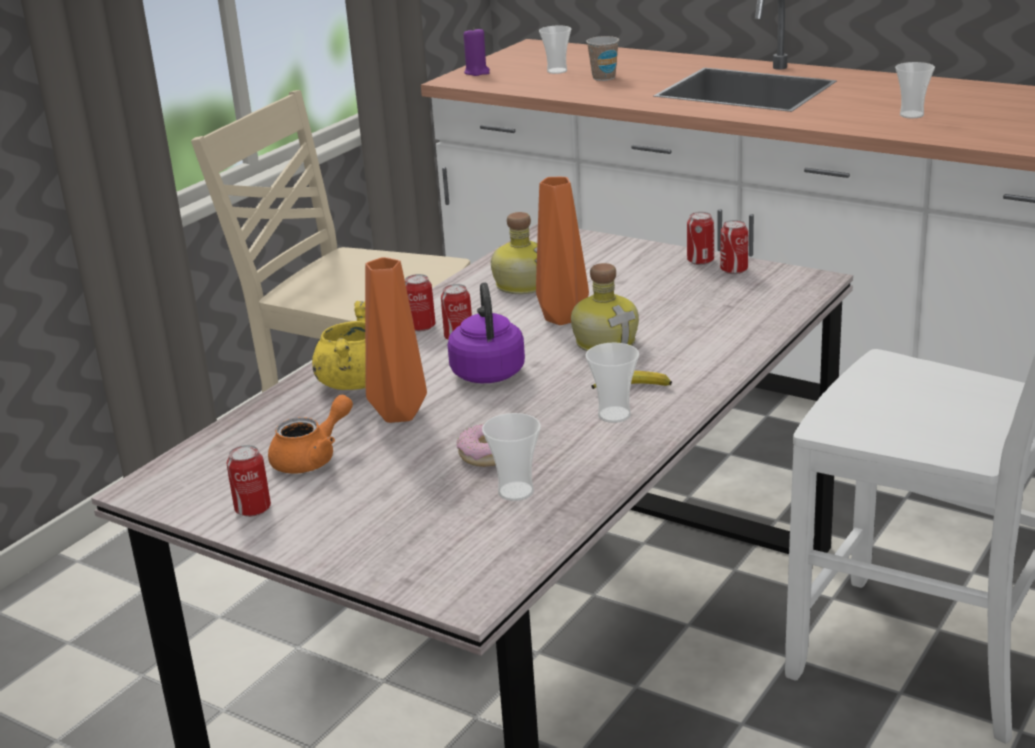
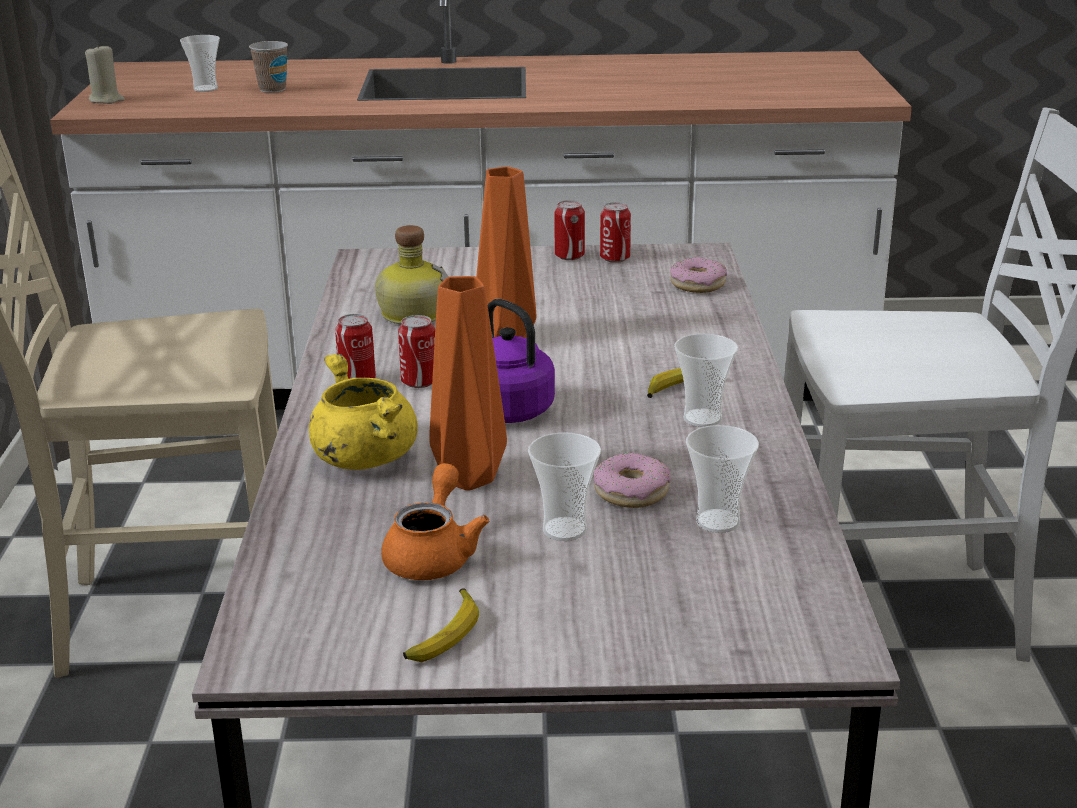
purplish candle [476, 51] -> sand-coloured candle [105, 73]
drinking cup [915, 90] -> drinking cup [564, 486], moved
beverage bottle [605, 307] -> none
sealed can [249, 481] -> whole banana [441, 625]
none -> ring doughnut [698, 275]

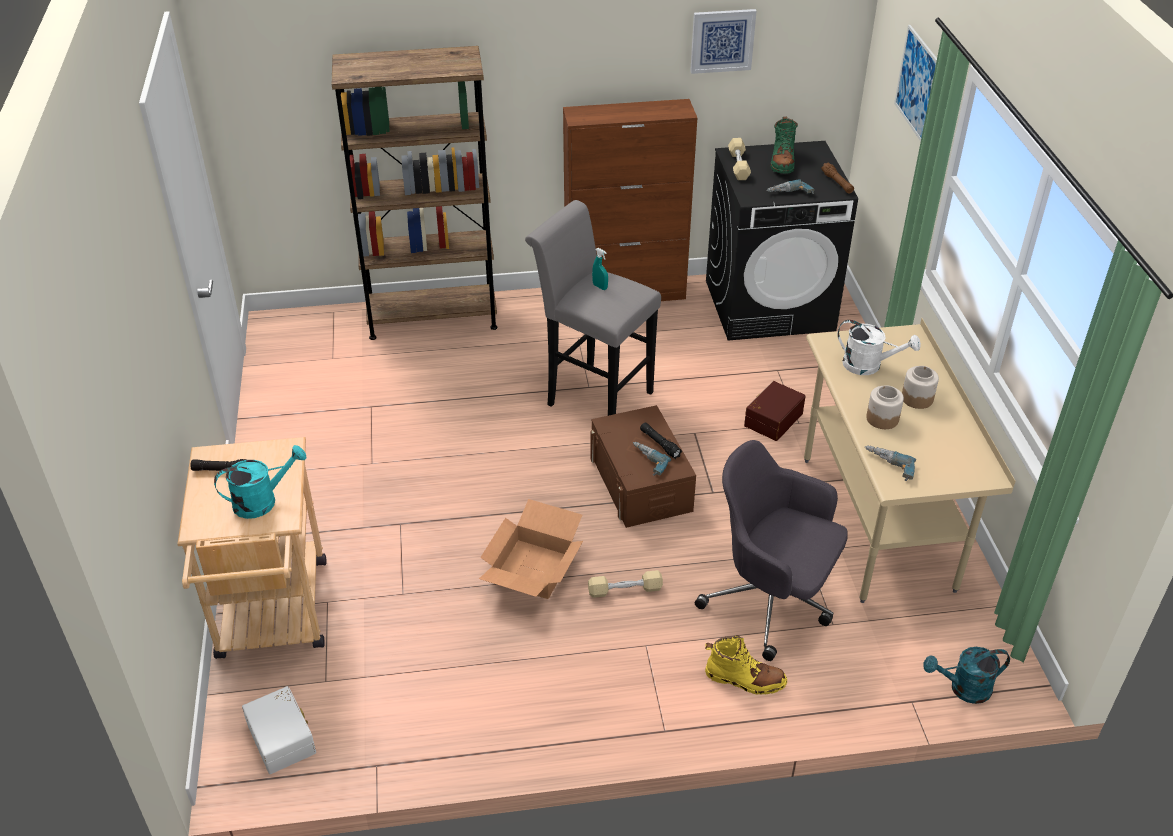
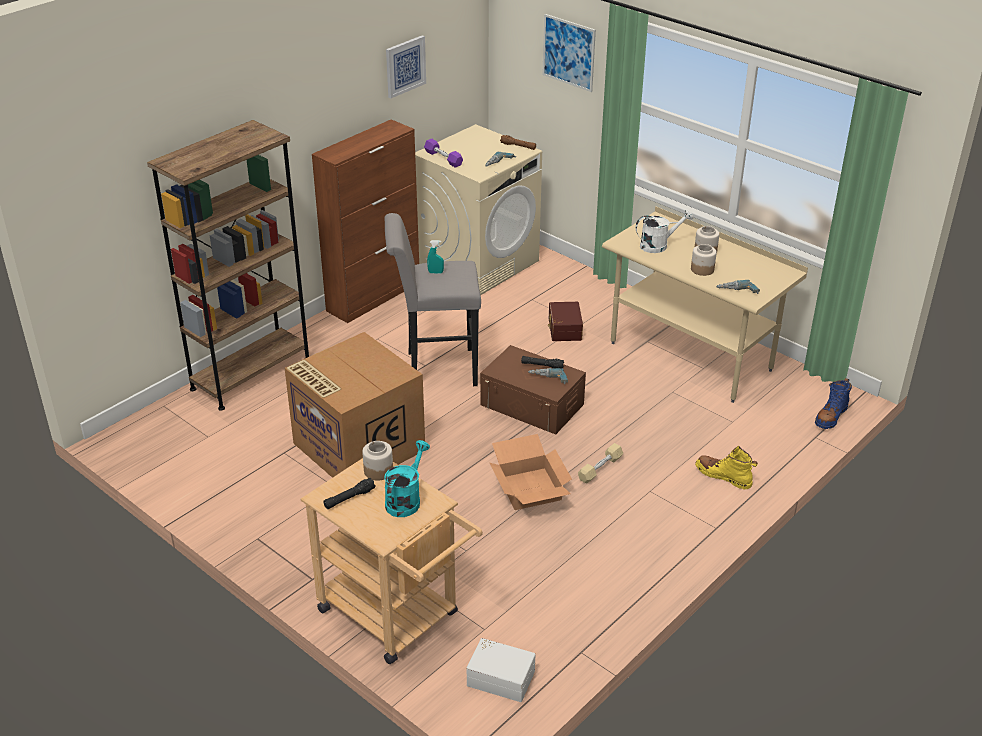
green high-top boot [784, 144] -> none
sand-coloured free weight [739, 159] -> purplish free weight [443, 153]
black laundry appliance [782, 241] -> sand-coloured laundry appliance [478, 209]
greyish office chair [771, 550] -> none
yellow-coloured high-top boot [746, 665] -> yellow-coloured high-top boot [726, 467], 120 degrees counterclockwise
turquoise watering pot [966, 675] -> bluish high-top boot [833, 403]
none -> cardboard box [355, 405]
none -> storage jar [377, 461]

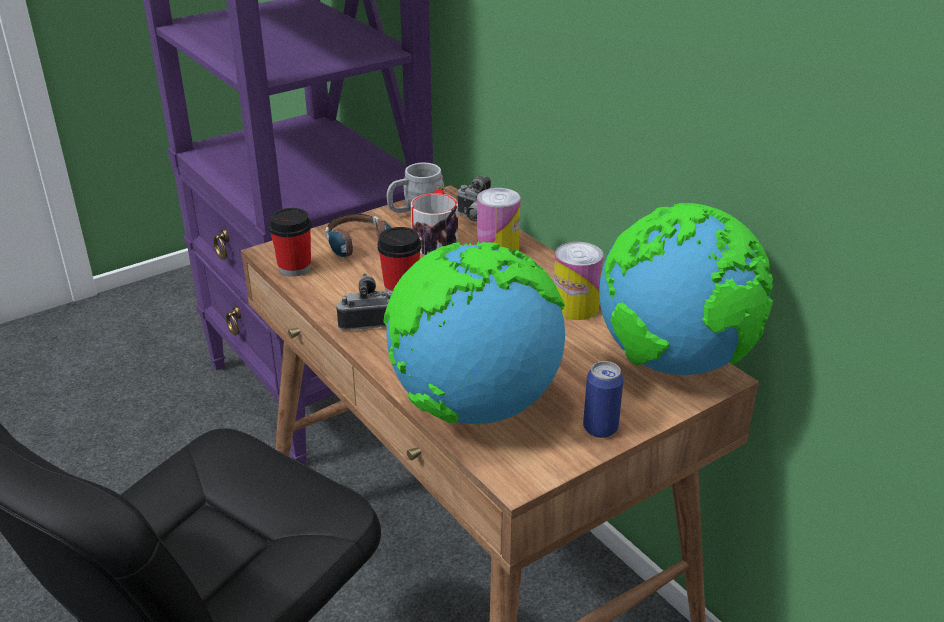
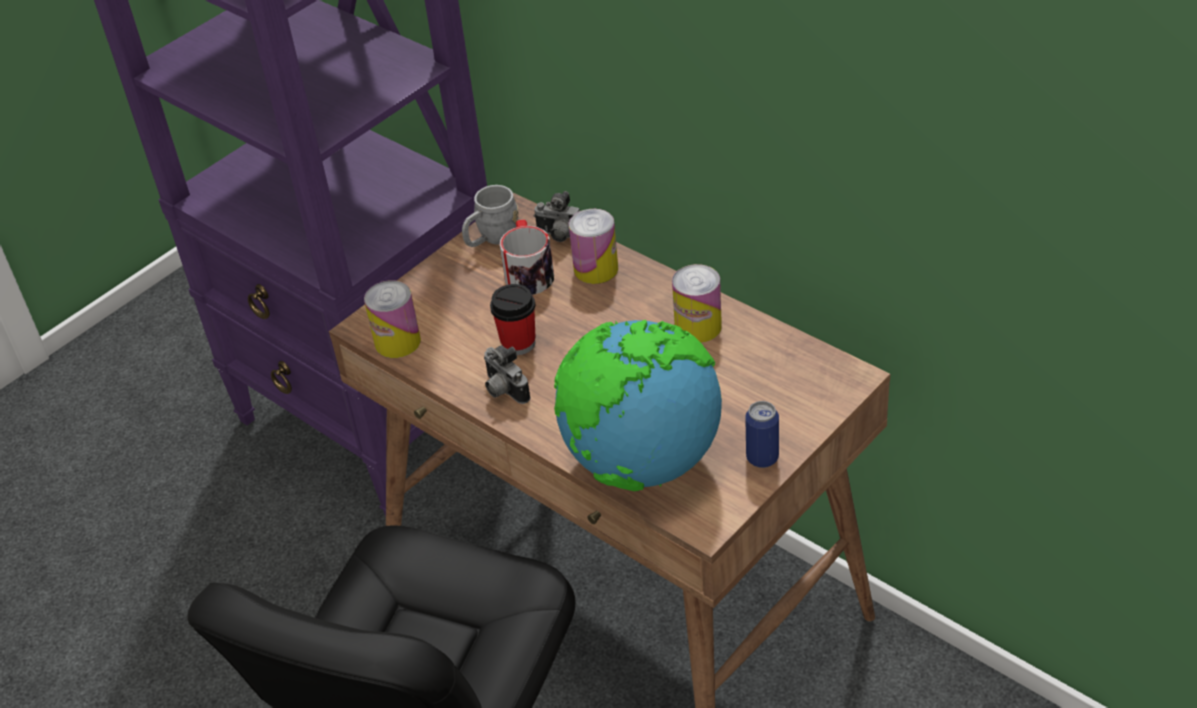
globe [686, 289] -> none
drinking cup [290, 242] -> sealed can [392, 319]
headphones [358, 237] -> none
still camera [364, 301] -> still camera [507, 375], 105 degrees counterclockwise

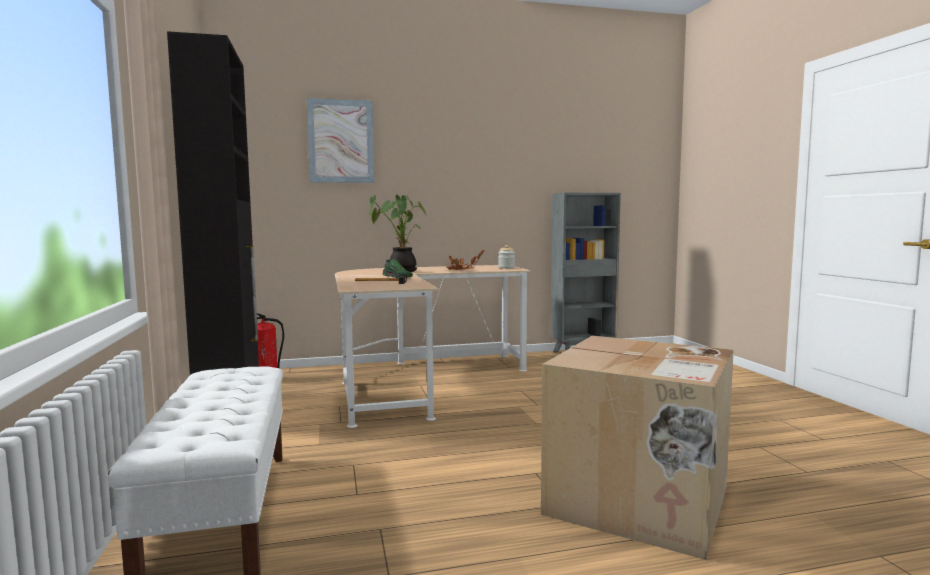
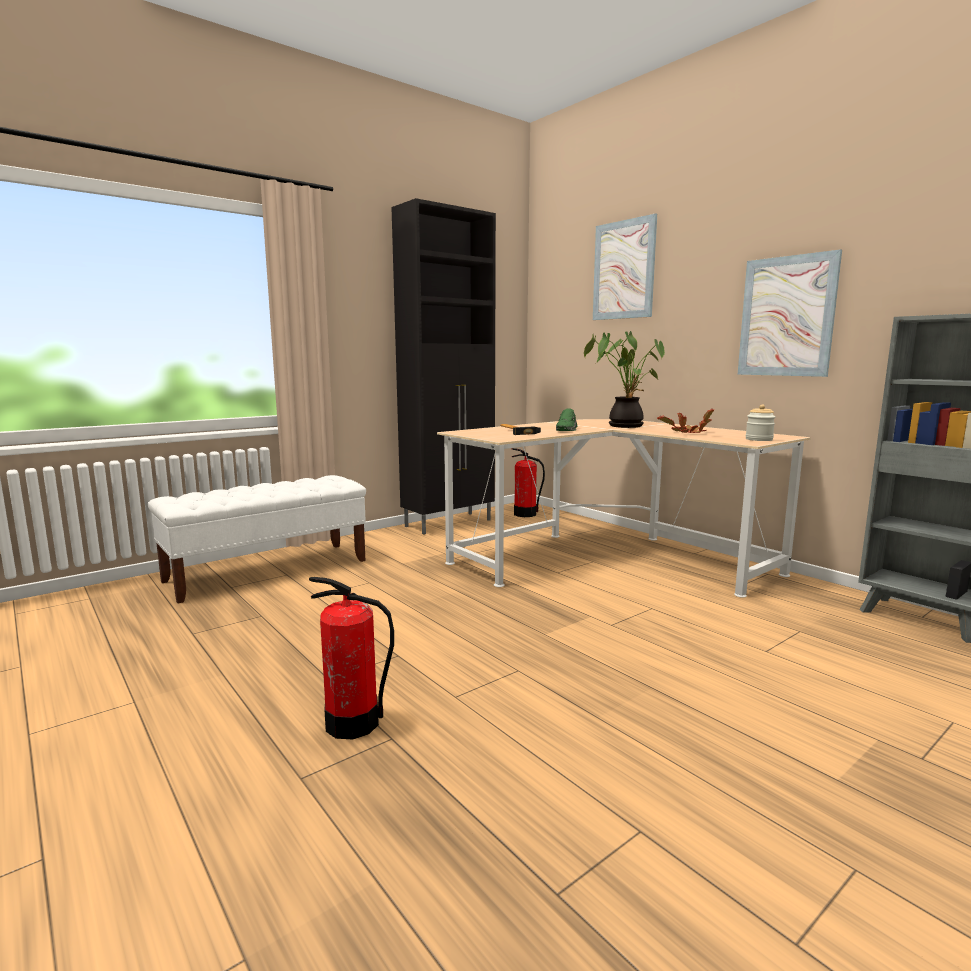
cardboard box [637, 448] -> extinguisher [351, 658]
none -> wall art [790, 313]

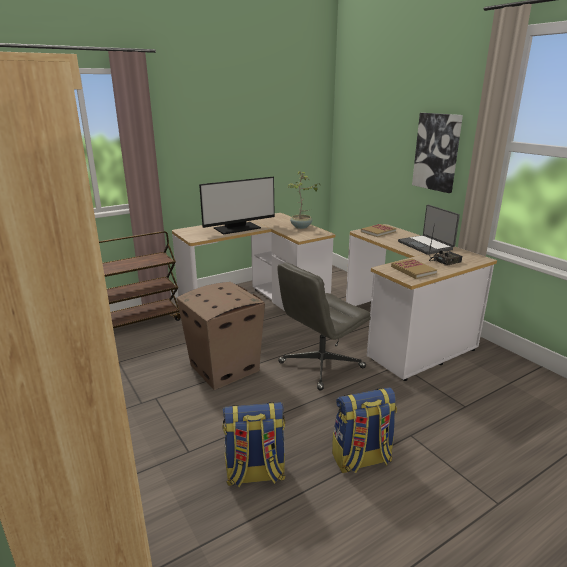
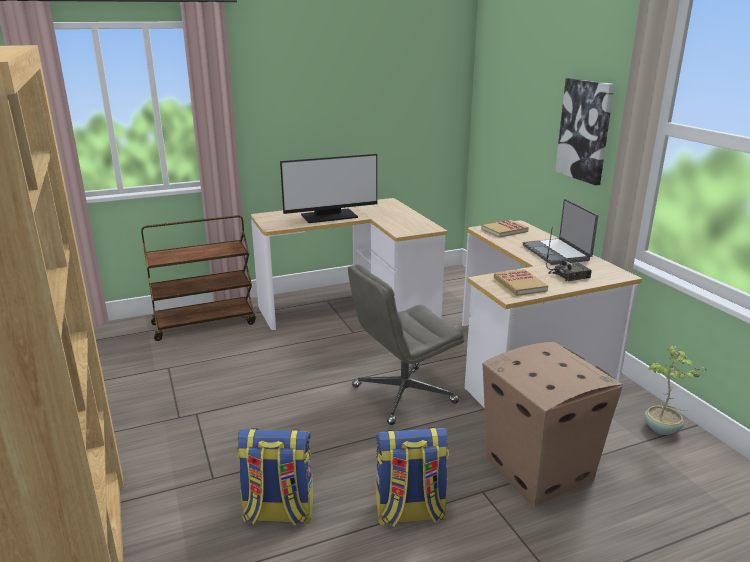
plant in a pot [303, 200] -> plant in a pot [675, 390], moved
cardboard box [221, 336] -> cardboard box [553, 424], moved

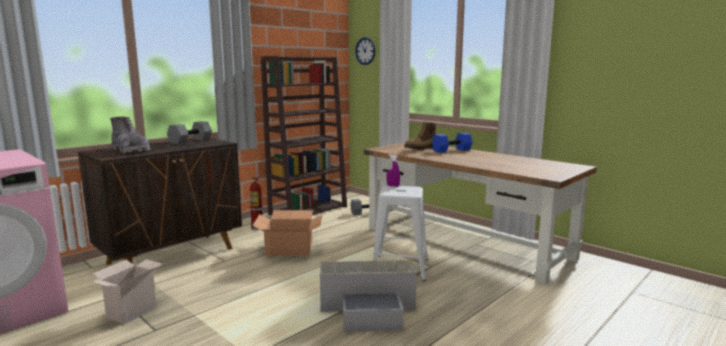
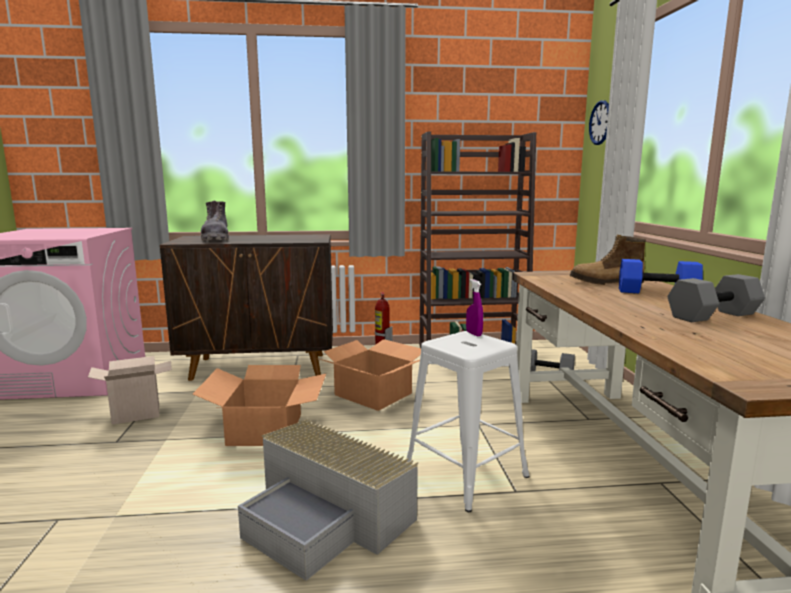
greyish free weight [189, 133] -> greyish free weight [716, 298], moved
none -> cardboard box [259, 405]

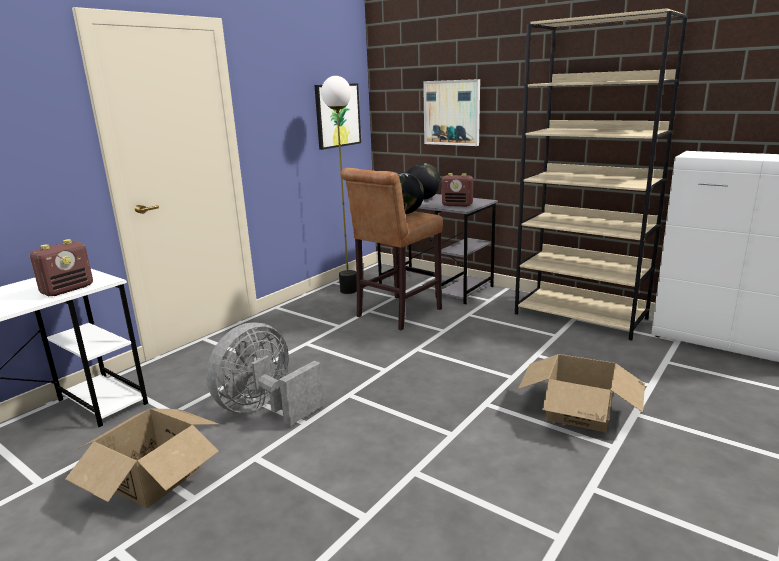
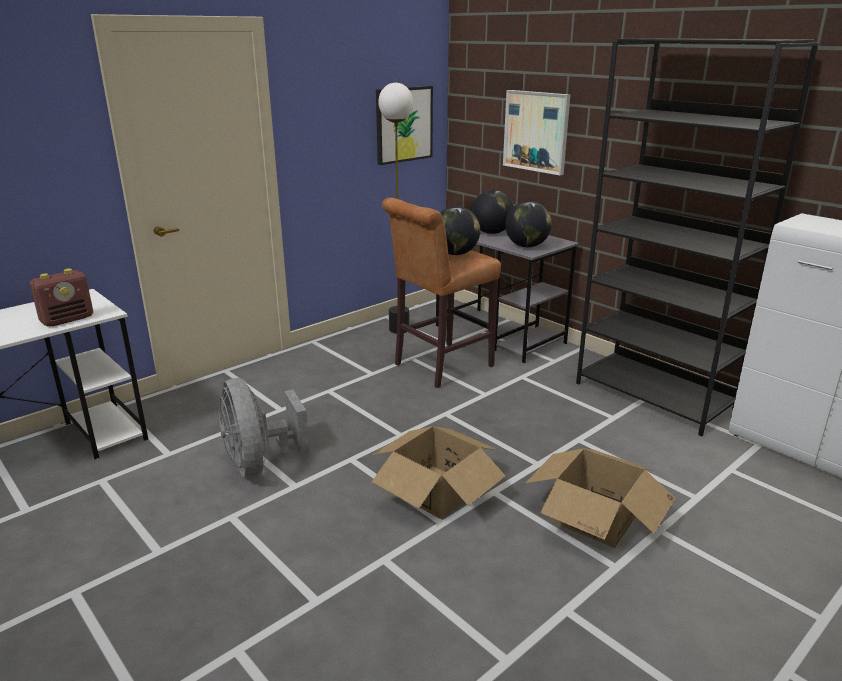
sand-coloured bookshelf [601, 174] -> black bookshelf [697, 237]
radio set [457, 190] -> globe [528, 224]
greyish fan [265, 374] -> greyish fan [264, 427], 75 degrees counterclockwise
cardboard box [142, 458] -> cardboard box [438, 472], moved

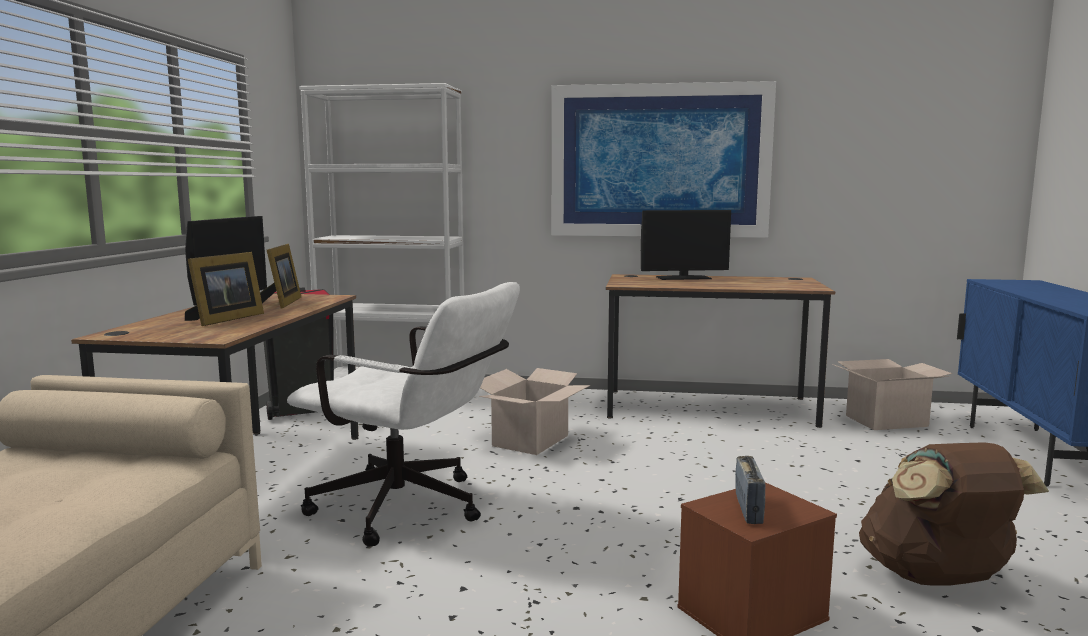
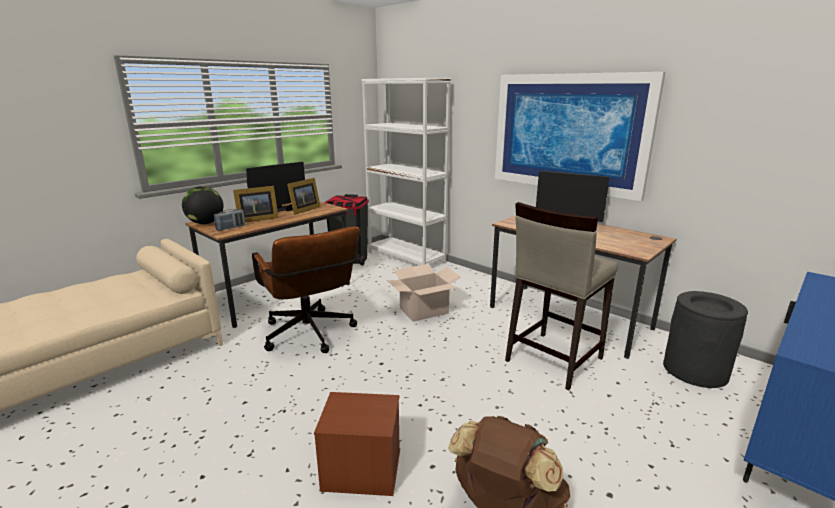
white office chair [403, 414] -> brownish office chair [306, 290]
cardboard box [892, 394] -> black rubbish bin [705, 339]
radio set [750, 490] -> radio set [229, 220], moved
none -> globe [202, 205]
none -> sand-coloured sitting stool [561, 296]

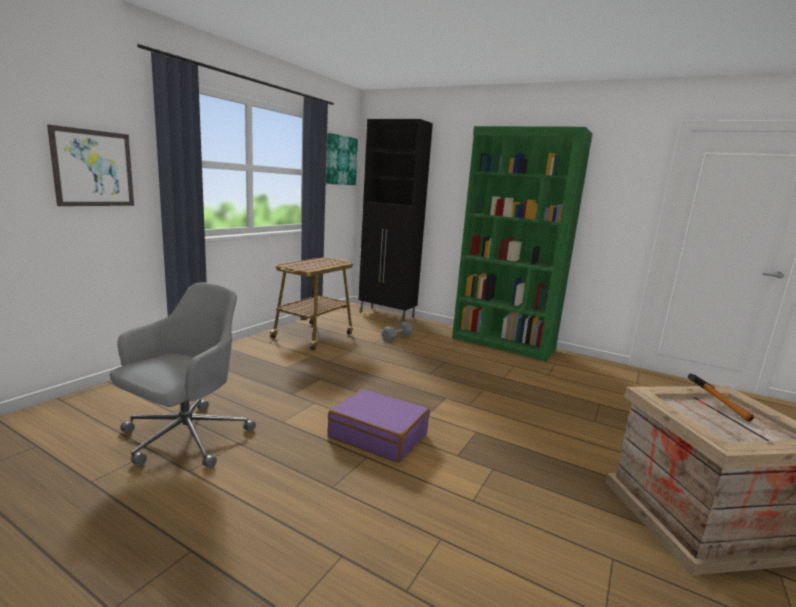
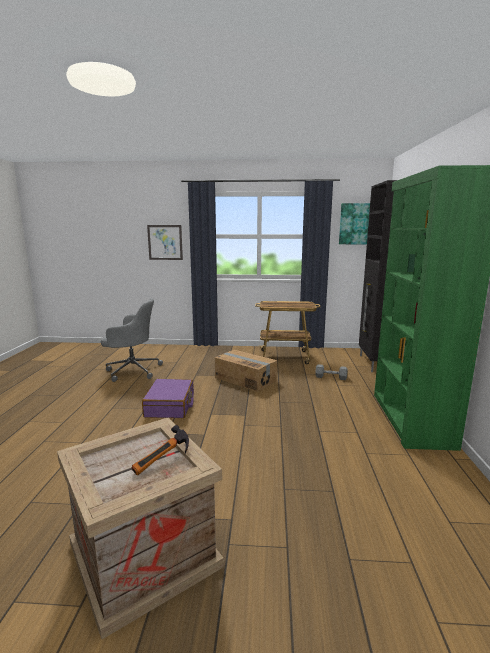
none -> cardboard box [246, 371]

